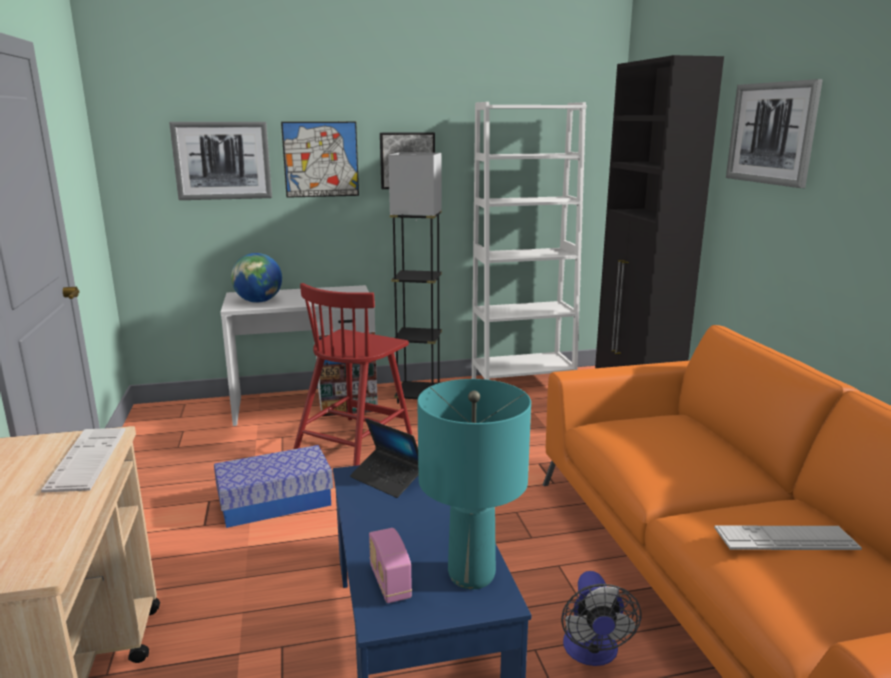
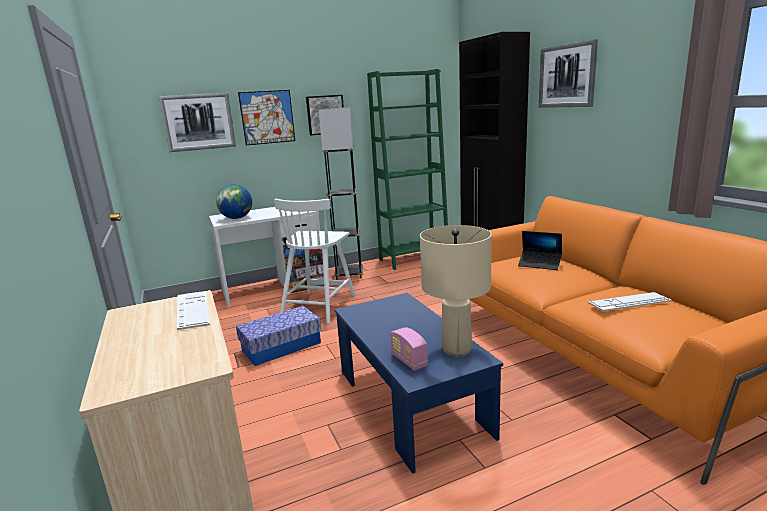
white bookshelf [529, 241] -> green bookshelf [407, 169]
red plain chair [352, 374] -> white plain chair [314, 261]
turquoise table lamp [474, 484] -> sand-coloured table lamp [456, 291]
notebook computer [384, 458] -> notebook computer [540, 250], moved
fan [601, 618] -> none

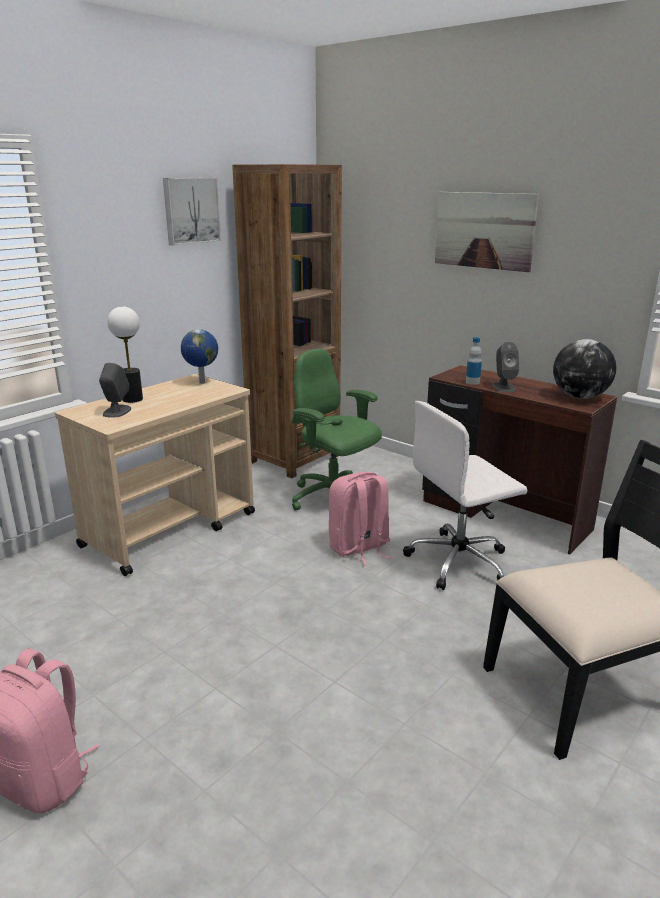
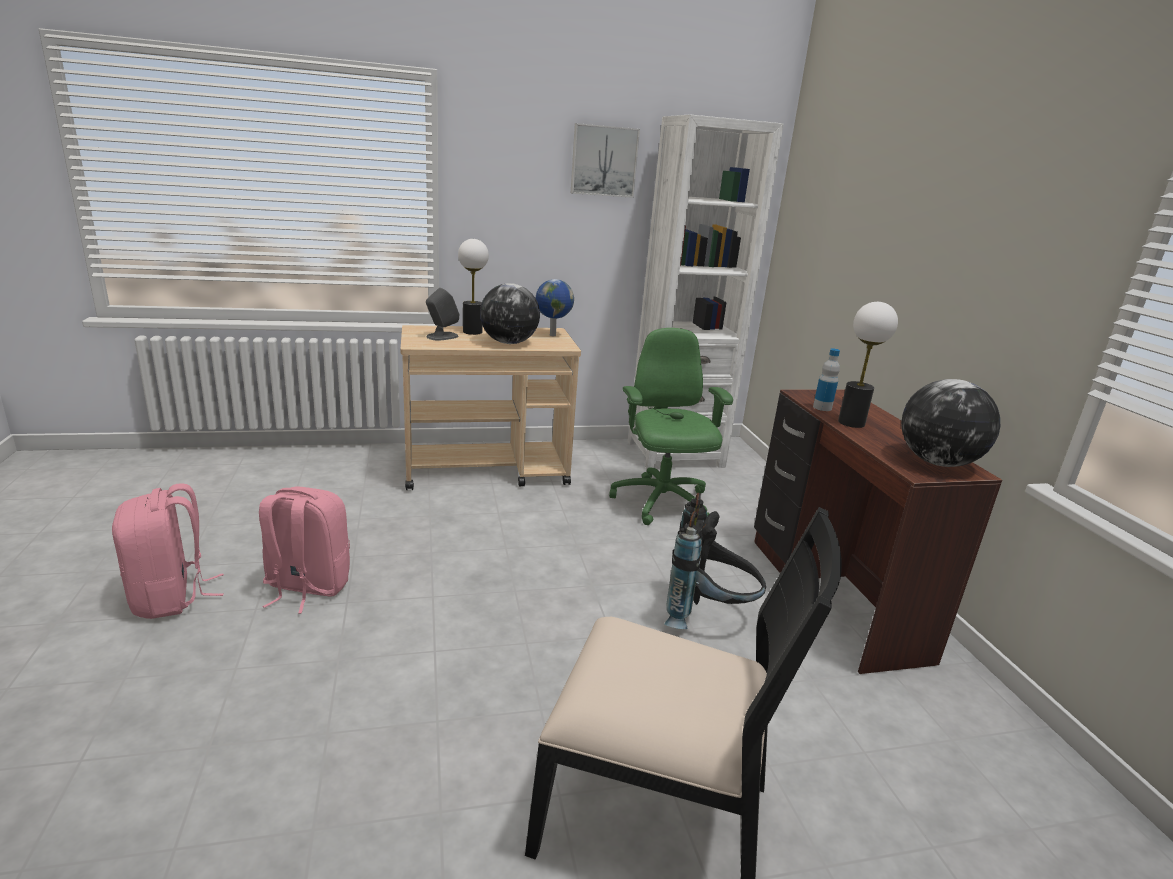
brownish bookshelf [287, 321] -> white bookshelf [706, 291]
wall art [487, 232] -> none
greyish audio speaker [505, 367] -> table lamp [868, 365]
white office chair [465, 495] -> black rucksack [715, 561]
pink-coloured rucksack [360, 519] -> pink-coloured rucksack [304, 550], moved
none -> globe [510, 313]

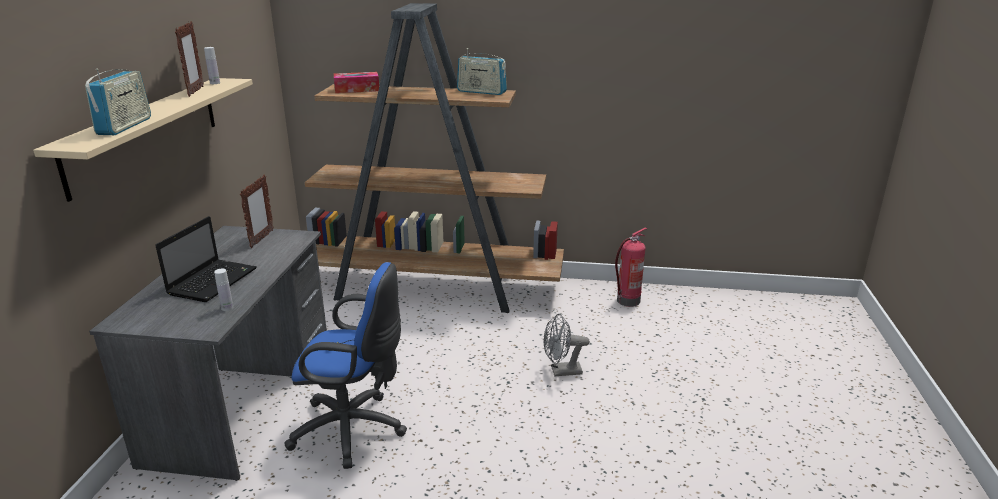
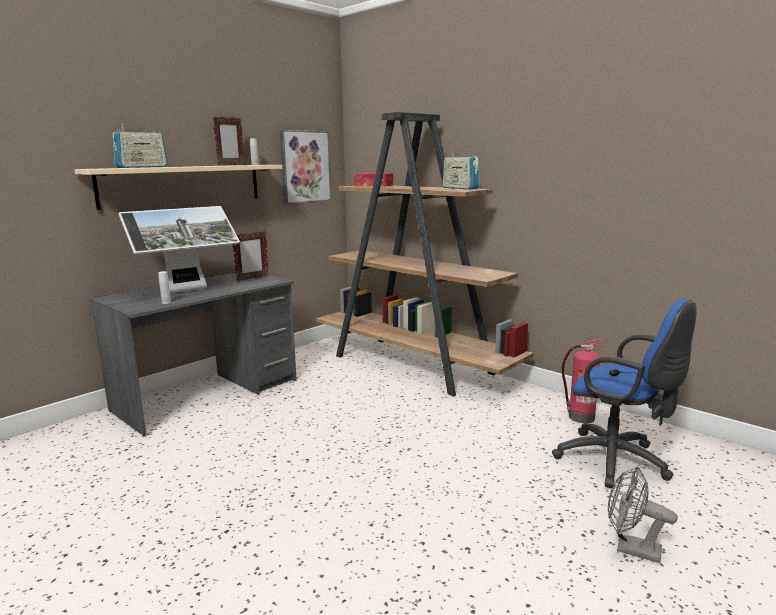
notebook computer [206, 259] -> computer screen [179, 250]
bluish office chair [345, 365] -> bluish office chair [624, 393], moved
greyish fan [566, 345] -> greyish fan [643, 515], moved
none -> wall art [305, 167]

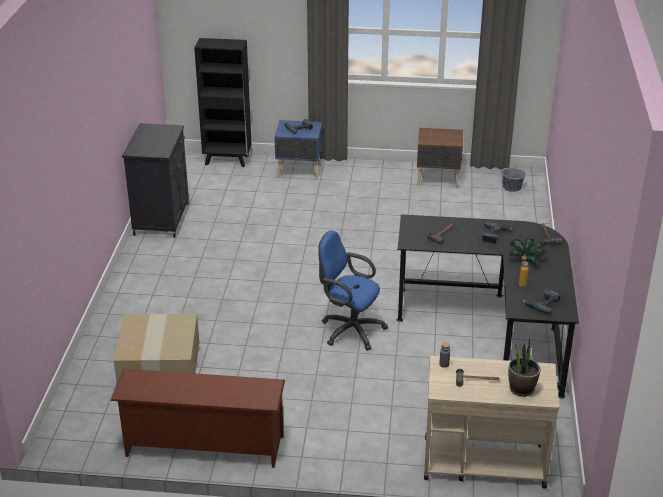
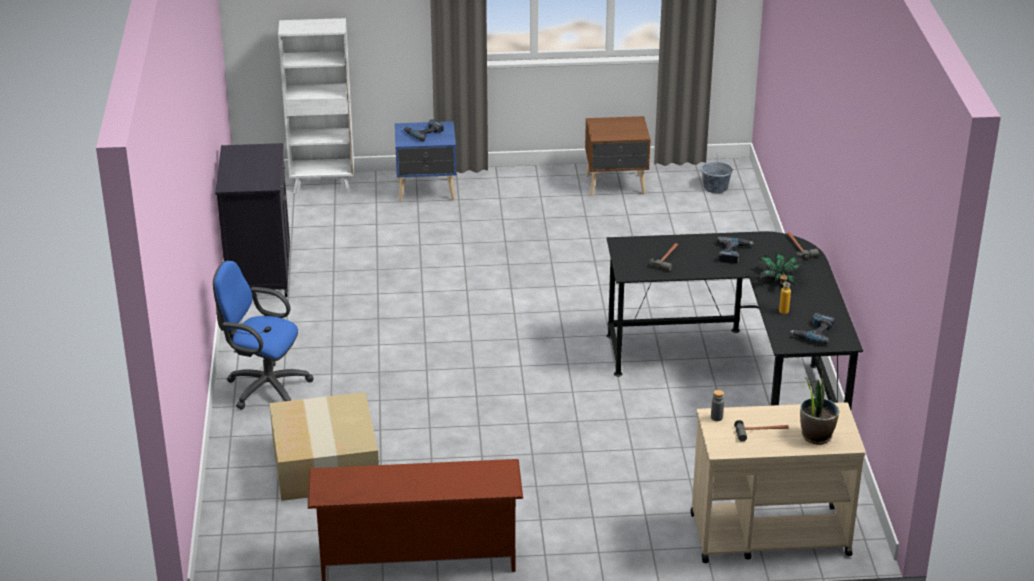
black bookshelf [222, 102] -> white bookshelf [316, 106]
bluish office chair [353, 290] -> bluish office chair [263, 335], moved

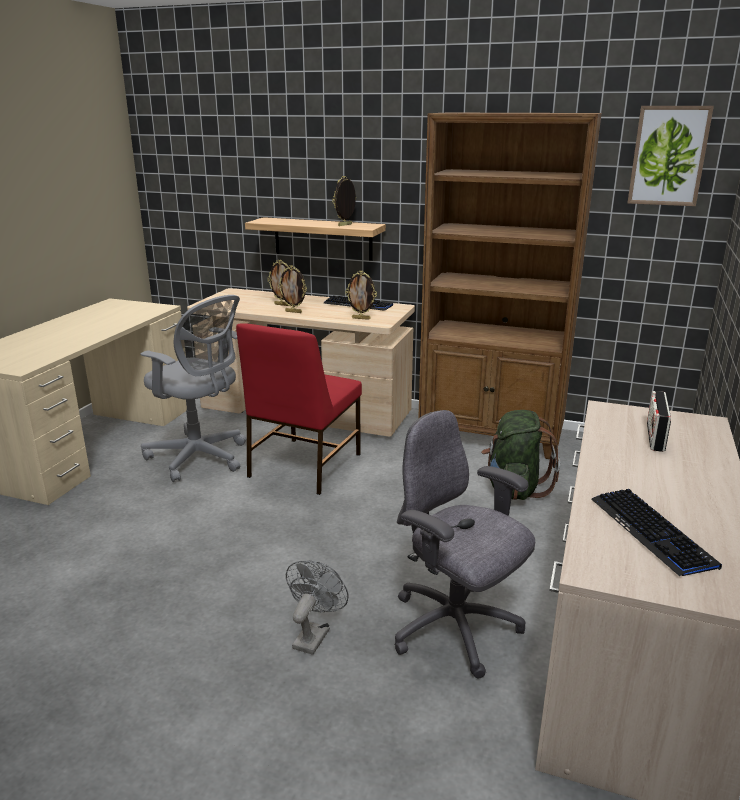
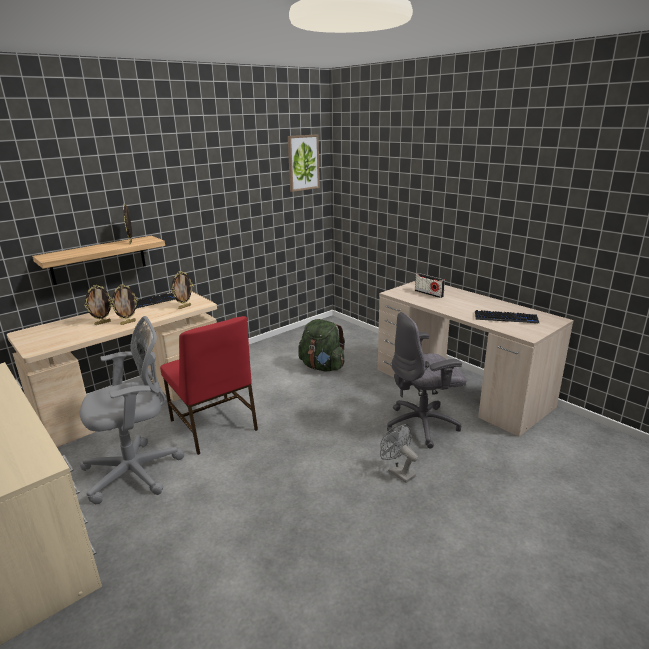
brownish bookshelf [510, 286] -> none

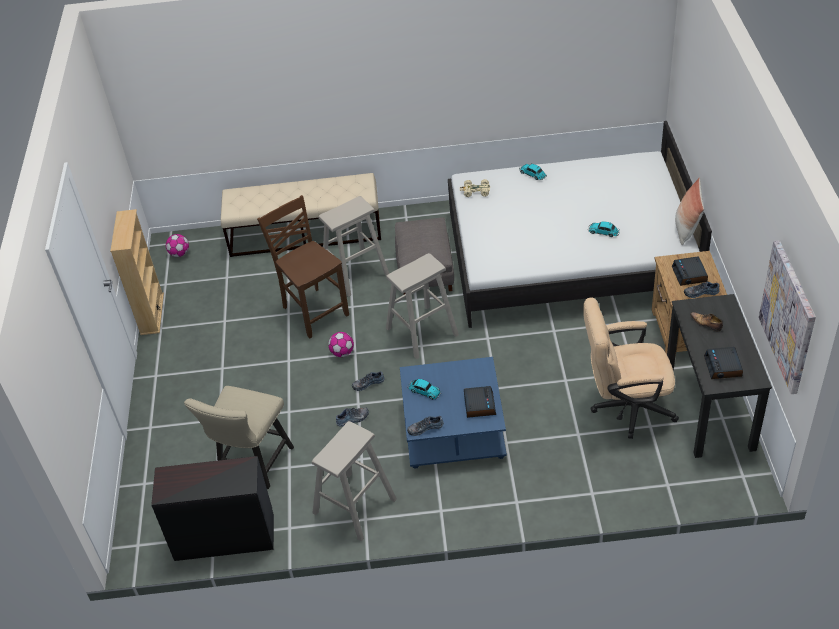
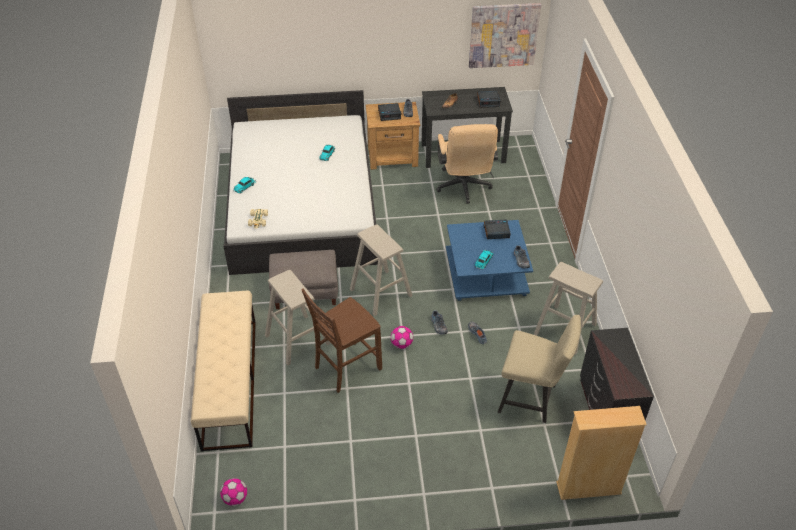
pillow [689, 211] -> none
sand-coloured bookshelf [137, 272] -> sand-coloured bookshelf [601, 453], moved

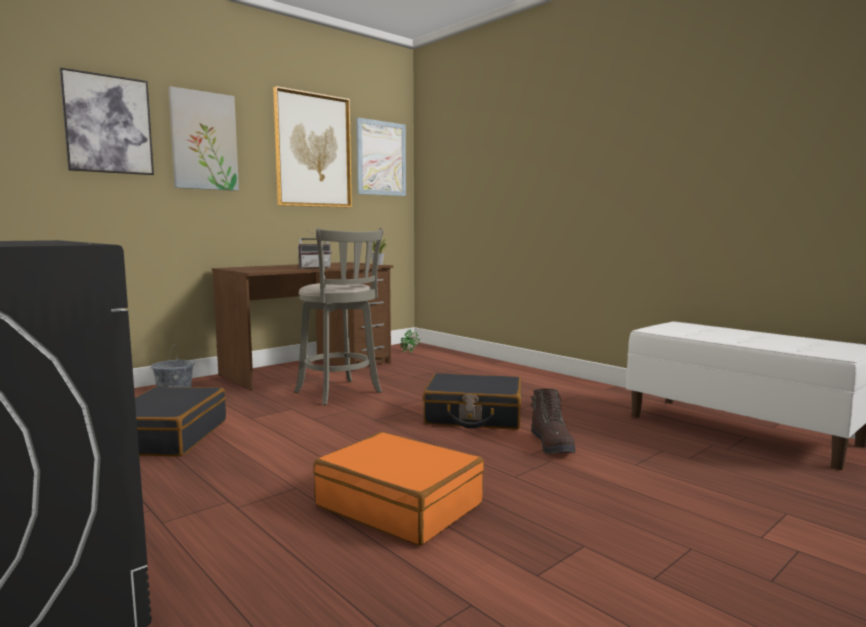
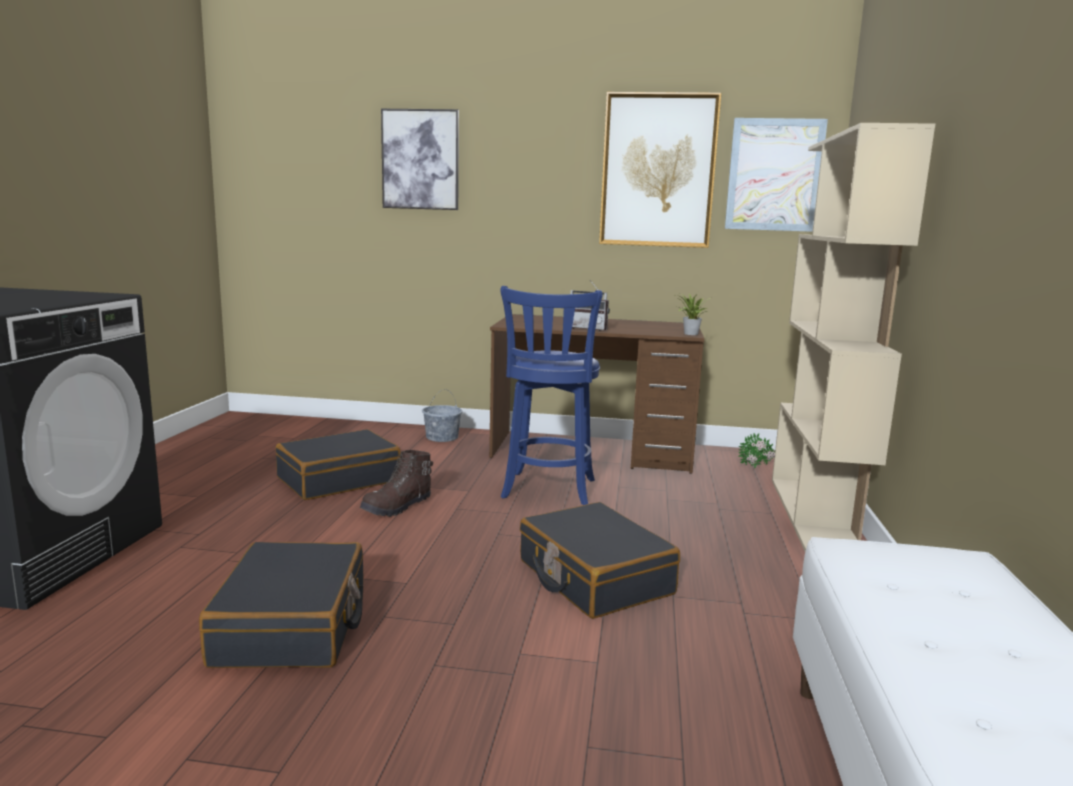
wall art [203, 138] -> none
greyish sitting stool [339, 316] -> bluish sitting stool [551, 395]
brownish high-top boot [553, 421] -> brownish high-top boot [396, 483], moved
orangey piece of luggage [398, 488] -> black piece of luggage [281, 605]
none -> sand-coloured bookshelf [853, 337]

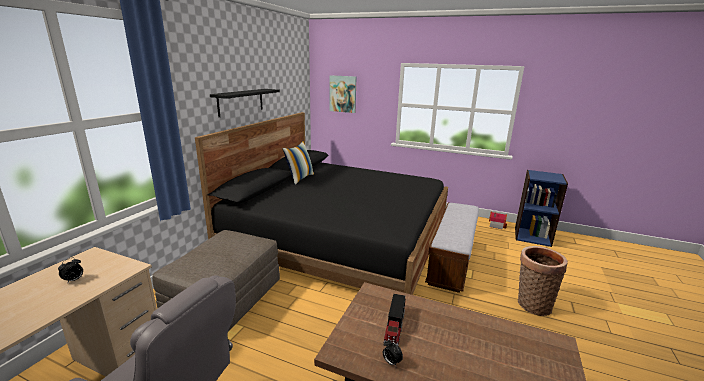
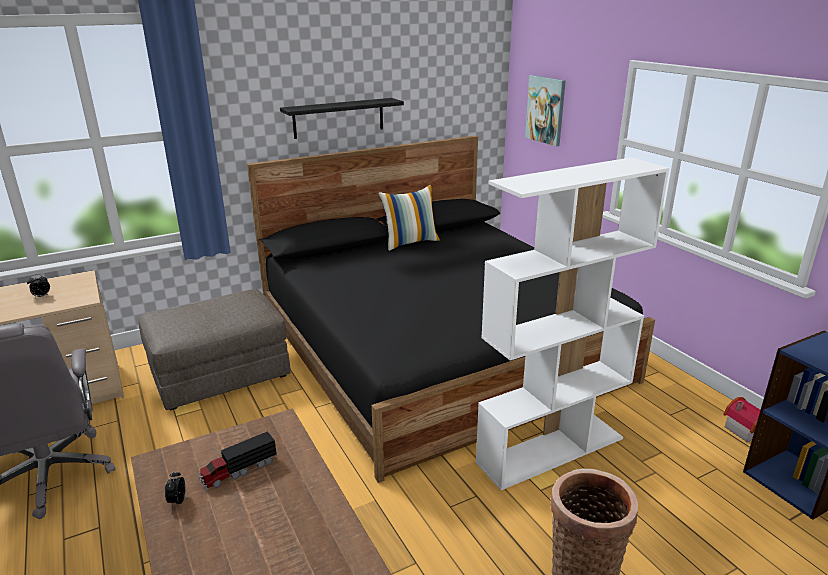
long seat [452, 248] -> white bookshelf [573, 323]

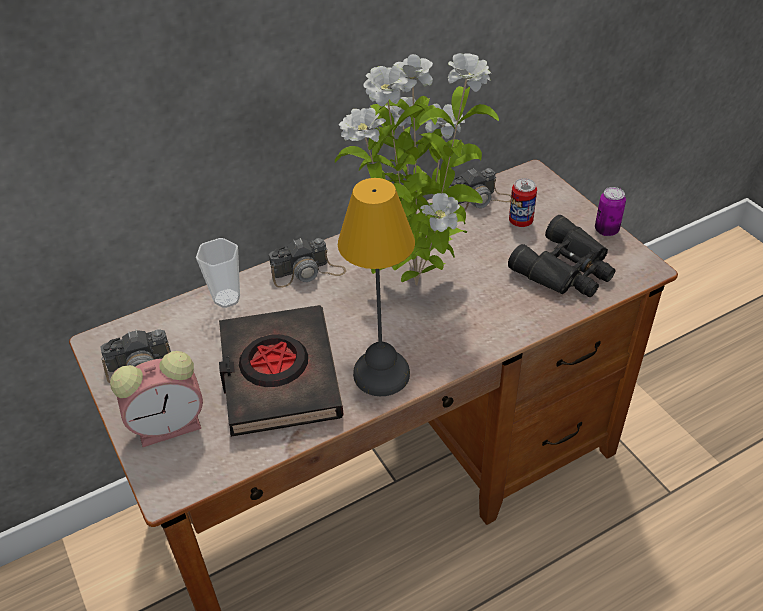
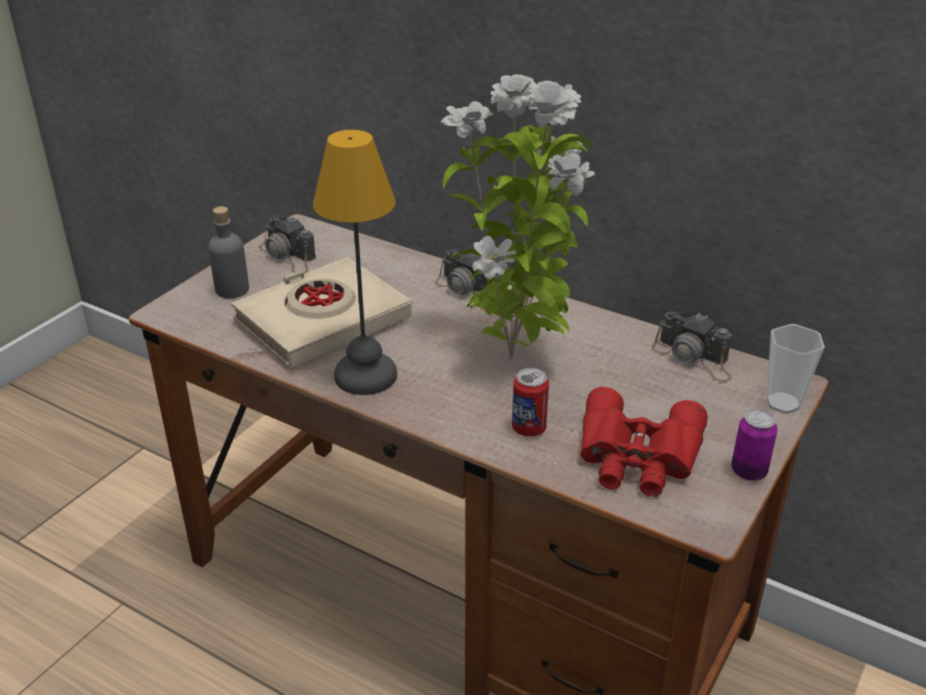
sealed can [523, 202] -> sealed can [530, 402], moved
black field glasses [561, 256] -> red field glasses [644, 442]
drinking cup [218, 273] -> drinking cup [795, 369], moved
black bound book [281, 371] -> sand-coloured bound book [321, 312]
alarm clock [156, 399] -> greyish beverage bottle [228, 252]

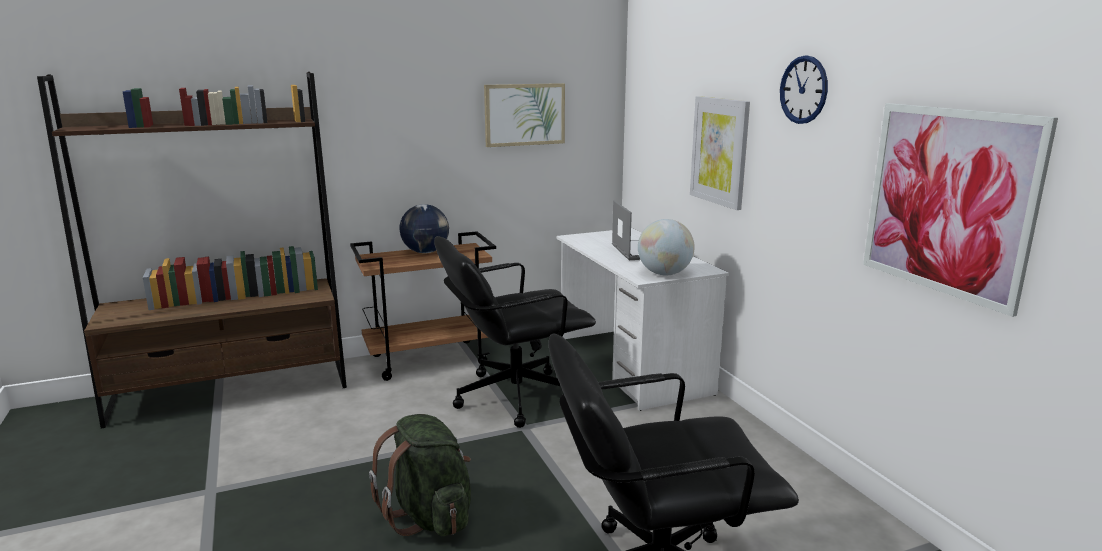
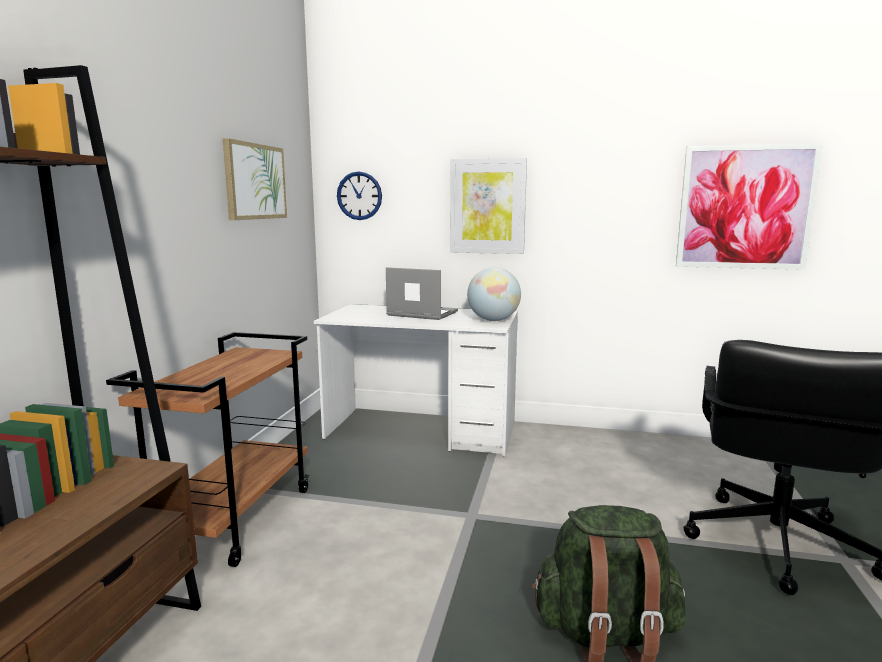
clock on the wall [804, 89] -> clock on the wall [359, 195], moved
globe [424, 228] -> none
black office chair [515, 332] -> none

